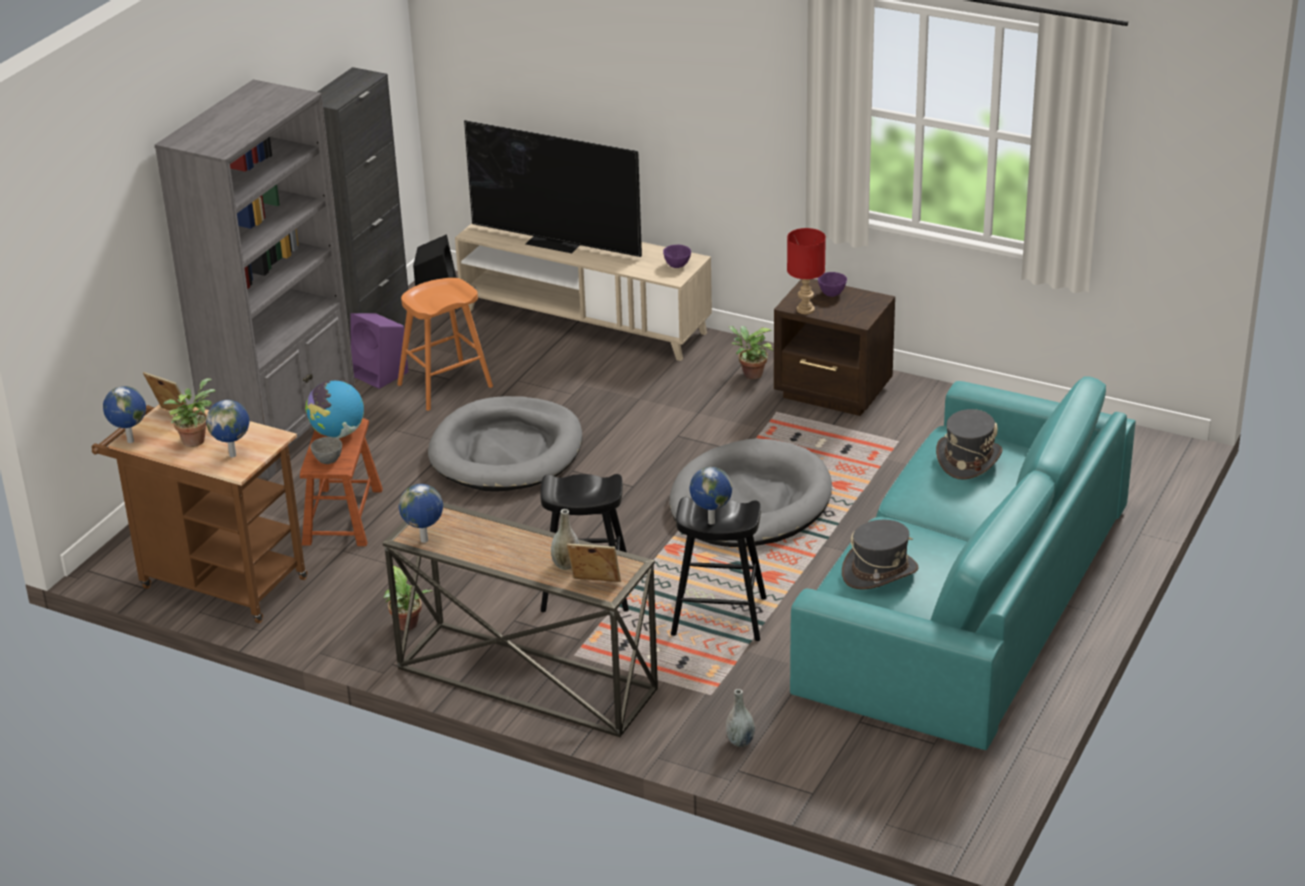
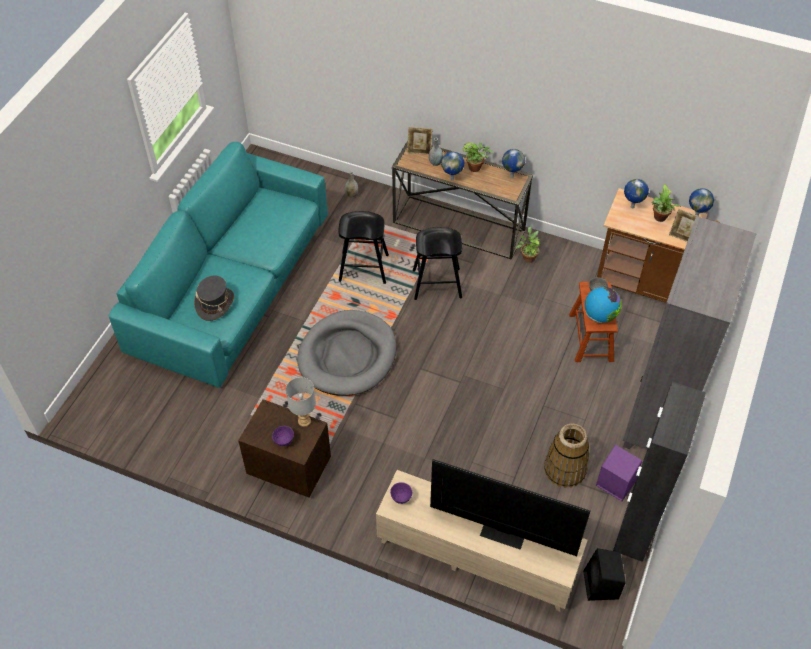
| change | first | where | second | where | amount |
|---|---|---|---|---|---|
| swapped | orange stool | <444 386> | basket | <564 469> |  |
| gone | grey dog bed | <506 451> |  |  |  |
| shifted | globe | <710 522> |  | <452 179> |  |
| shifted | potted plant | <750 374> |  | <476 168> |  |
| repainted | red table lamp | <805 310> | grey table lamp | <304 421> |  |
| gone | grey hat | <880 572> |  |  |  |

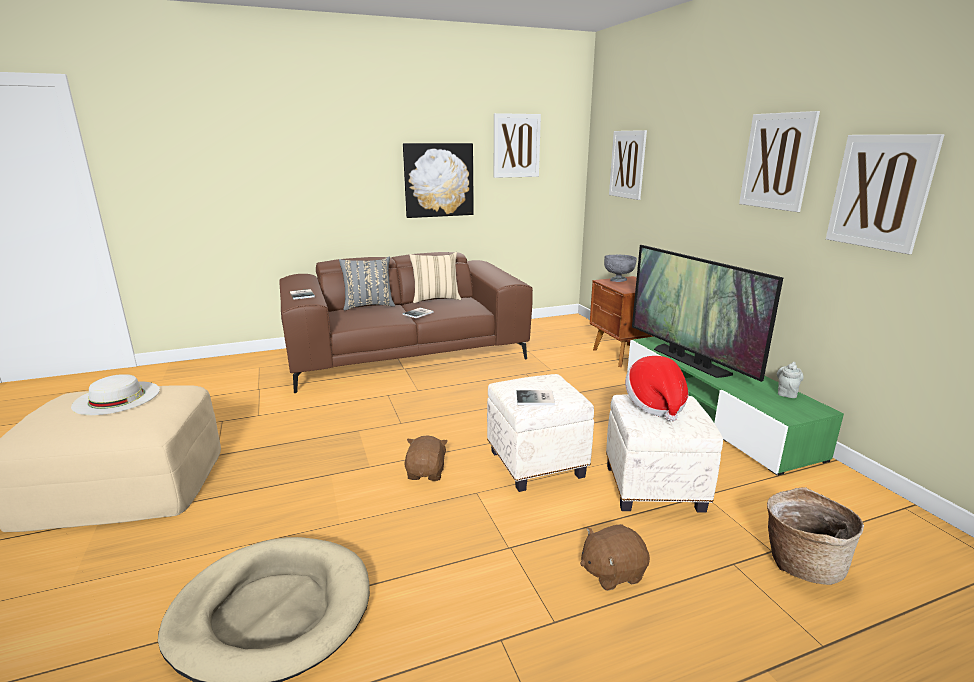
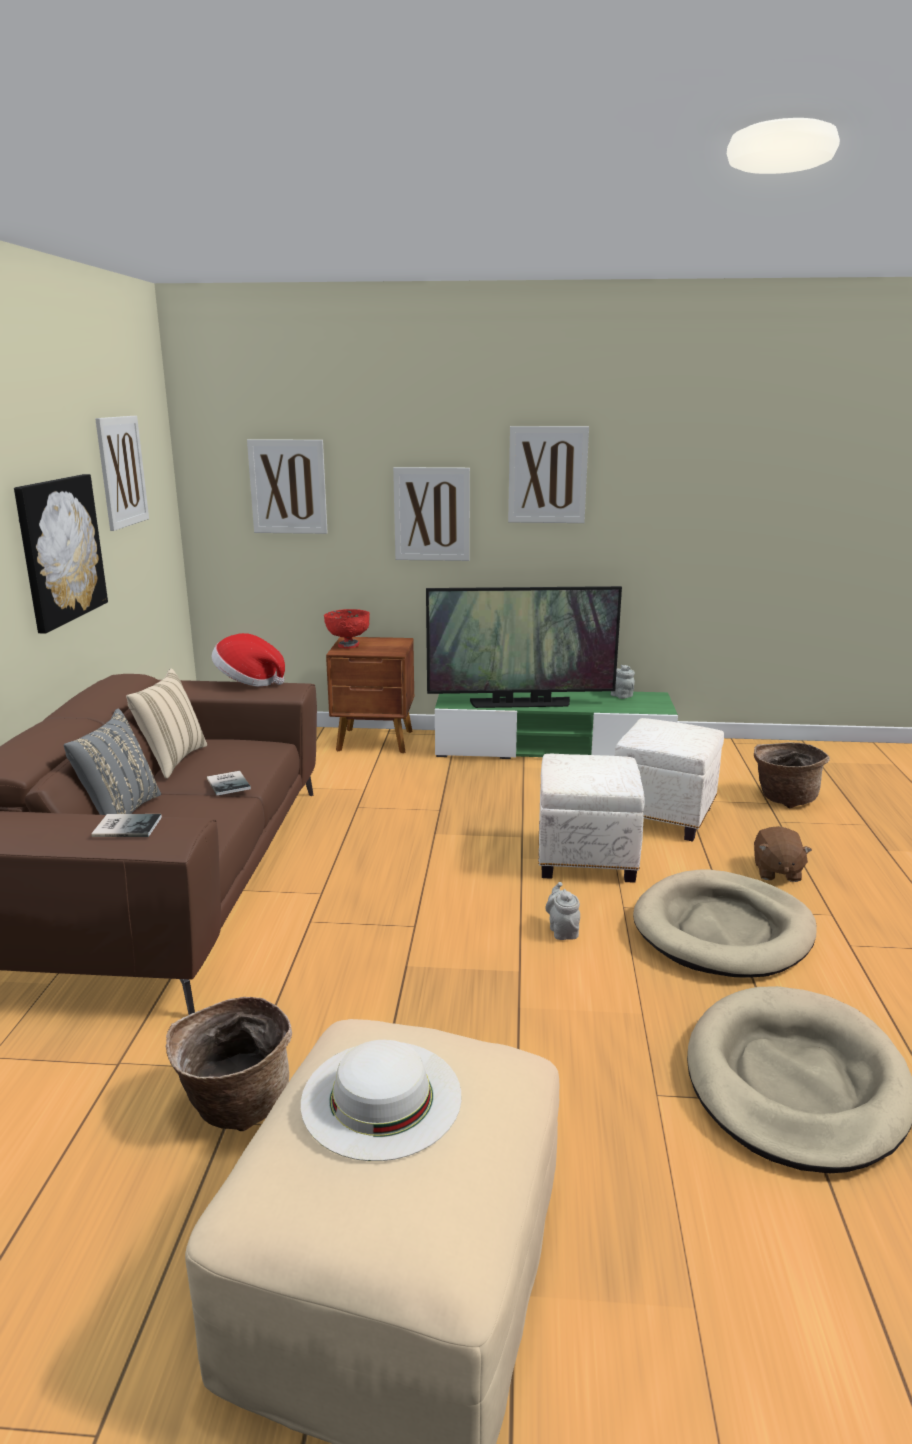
| change | first | where | second | where | amount |
|---|---|---|---|---|---|
| swapped | brown plush toy | <426 473> | grey teapot | <562 930> |  |
| gone | book | <536 399> |  |  |  |
| repainted | grey bowl | <618 280> | red bowl | <348 645> |  |
| shifted | hat | <655 405> |  | <248 682> |  |
| shifted | picture | <880 192> |  | <432 514> |  |
| new |  |  | basket | <235 1103> |  |
| new |  |  | beige dog bed | <723 930> |  |

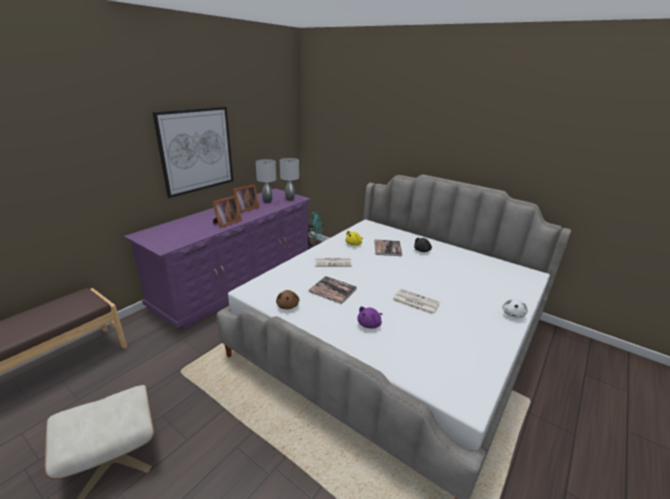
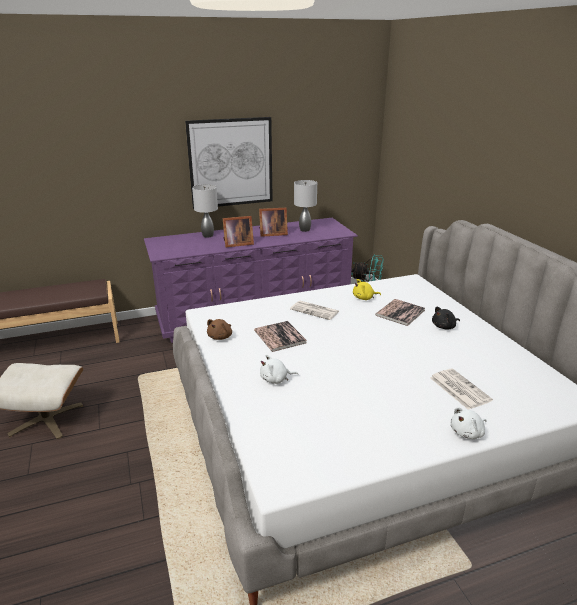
| change | first | where | second | where | amount |
|---|---|---|---|---|---|
| shifted | grey table lamp | <290 199> |  | <208 236> |  |
| repainted | purple plush toy | <370 324> | white plush toy | <276 379> |  |
| shifted | newspaper | <415 302> |  | <458 389> |  |

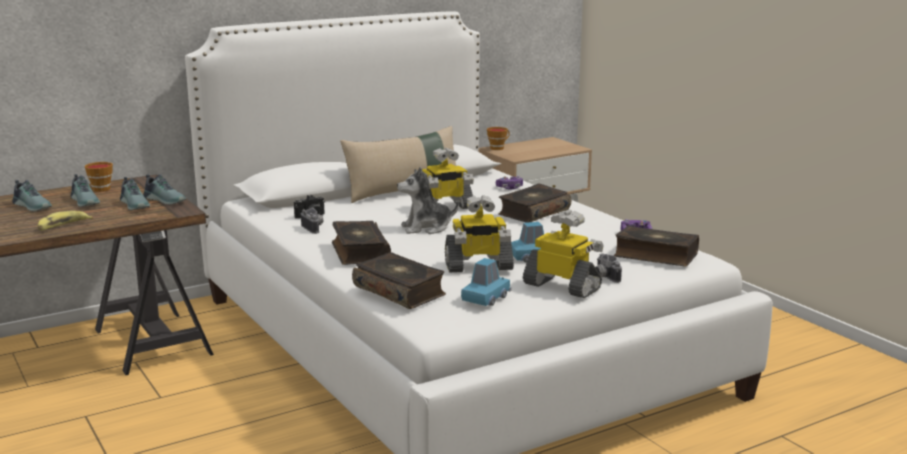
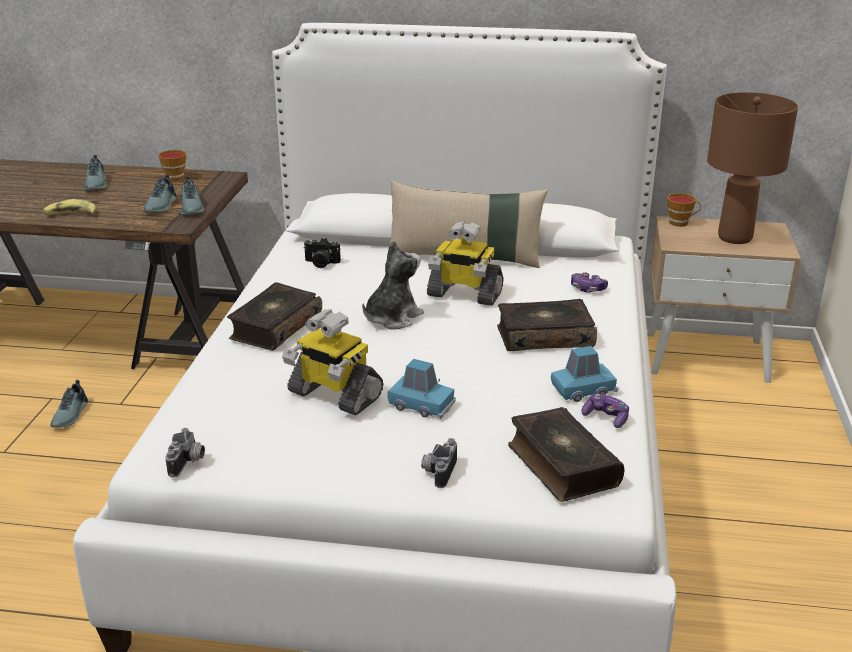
| change | first | where | second | where | amount |
|---|---|---|---|---|---|
| shifted | shoe | <86 201> |  | <72 415> |  |
| shifted | photo camera | <314 228> |  | <188 463> |  |
| gone | book | <400 291> |  |  |  |
| rotated | plush toy | <426 228> |  | <392 318> | 105 degrees clockwise |
| shifted | blue toy car | <486 298> |  | <583 390> |  |
| gone | toy robot | <563 286> |  |  |  |
| new |  |  | brown table lamp | <735 238> |  |

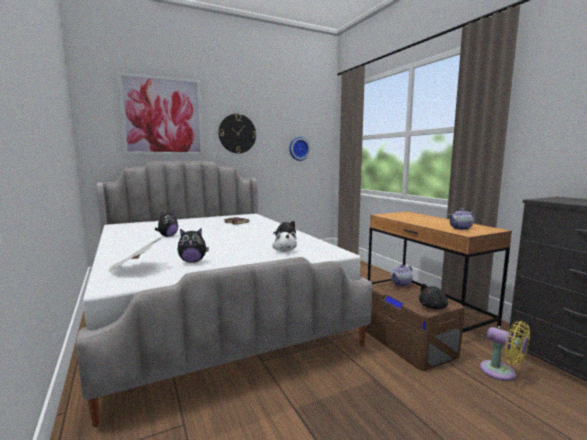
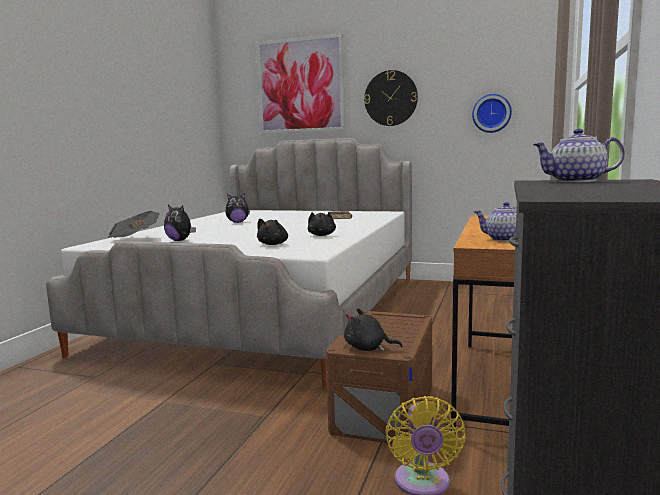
| change | first | where | second | where | amount |
|---|---|---|---|---|---|
| repainted | white plush toy | <284 251> | black plush toy | <274 244> |  |
| shifted | teapot | <401 284> |  | <576 181> |  |

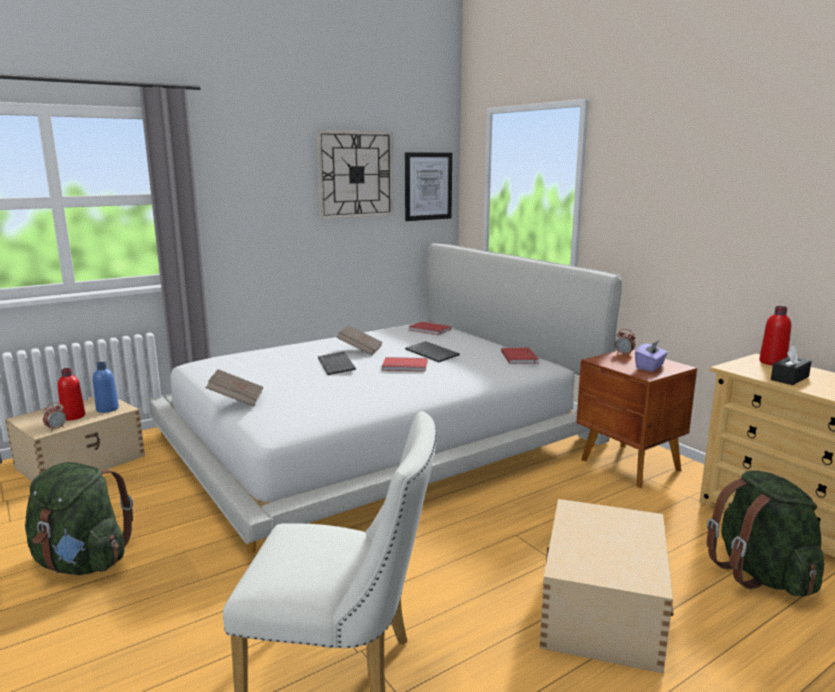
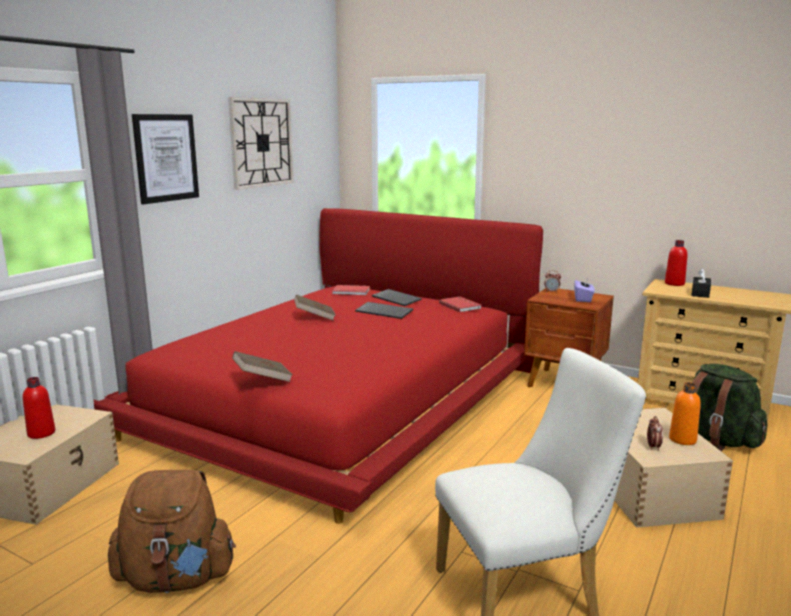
| change | first | where | second | where | amount |
|---|---|---|---|---|---|
| repainted | green backpack | <82 563> | brown backpack | <176 578> |  |
| shifted | alarm clock | <56 428> |  | <653 447> |  |
| gone | blue bottle | <107 409> |  |  |  |
| repainted | white bed | <378 436> | red bed | <343 398> |  |
| shifted | keyboard | <337 365> |  | <397 299> |  |
| gone | red book | <405 367> |  |  |  |
| shifted | picture | <428 186> |  | <166 158> |  |
| new |  |  | orange bottle | <682 439> |  |

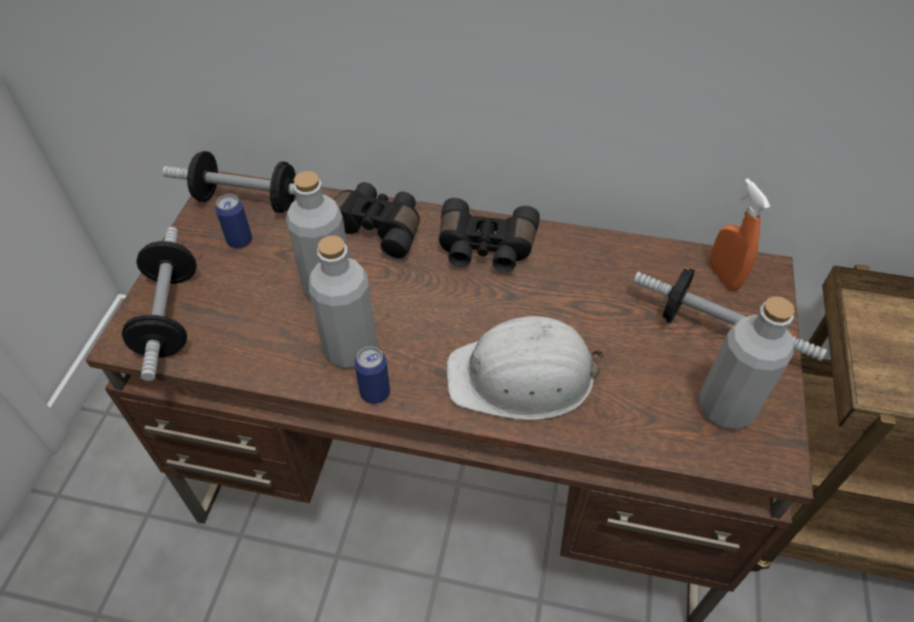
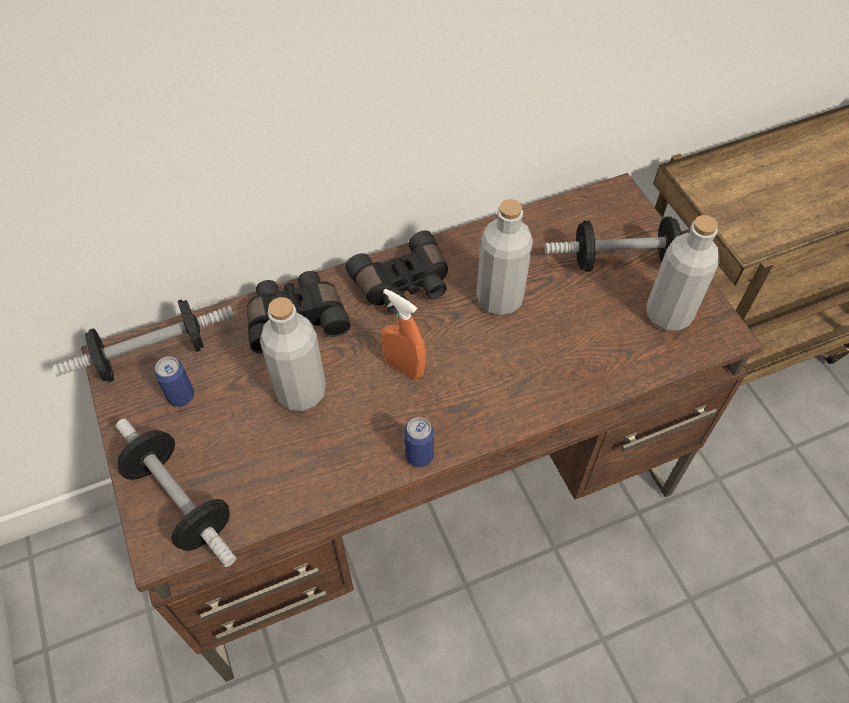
| change | first | where | second | where | amount |
|---|---|---|---|---|---|
| shifted | grey bottle | <350 349> |  | <499 299> |  |
| gone | white hard hat | <522 377> |  |  |  |
| shifted | orange spray bottle | <723 276> |  | <404 367> |  |

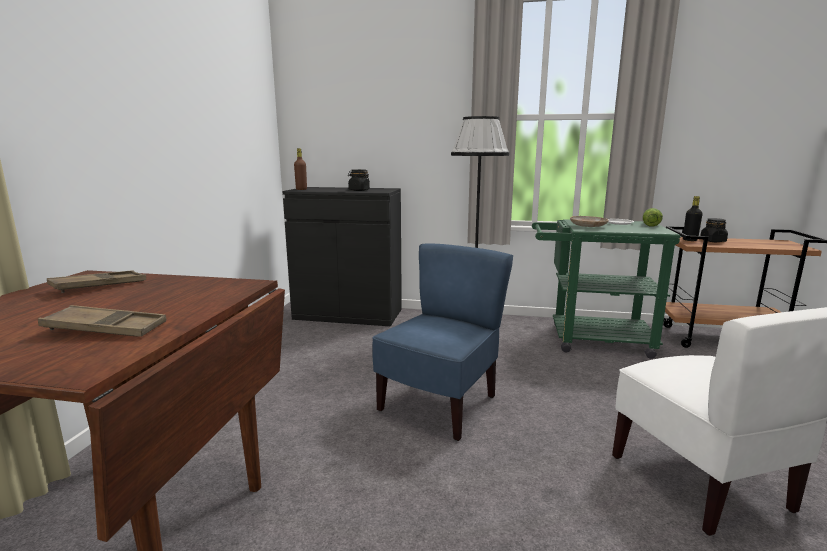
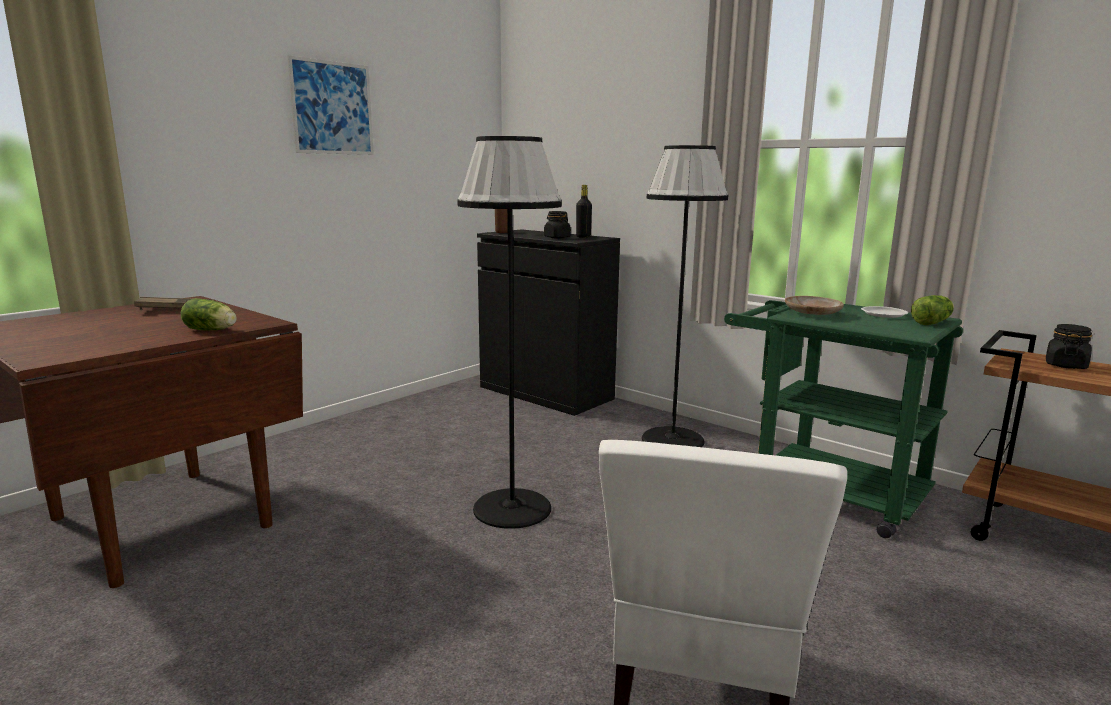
| change | first | where | second | where | amount |
|---|---|---|---|---|---|
| gone | brown tray | <106 329> |  |  |  |
| swapped | blue chair | <440 404> | black floor lamp | <512 508> |  |
| shifted | black bottle | <690 240> |  | <583 237> |  |
| new |  |  | lettuce | <212 330> |  |
| new |  |  | picture | <332 108> |  |

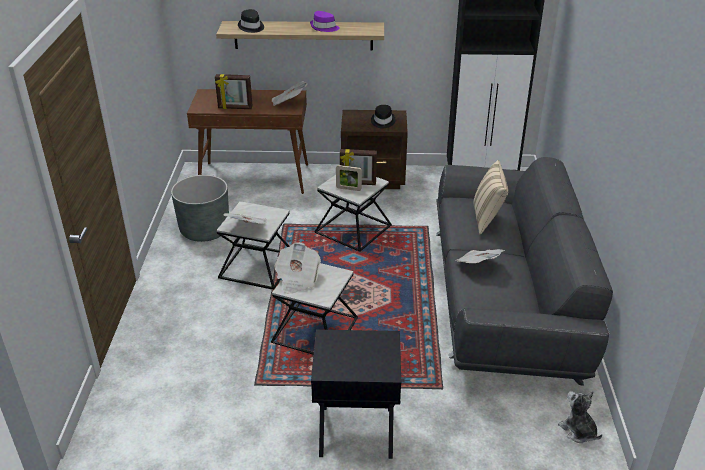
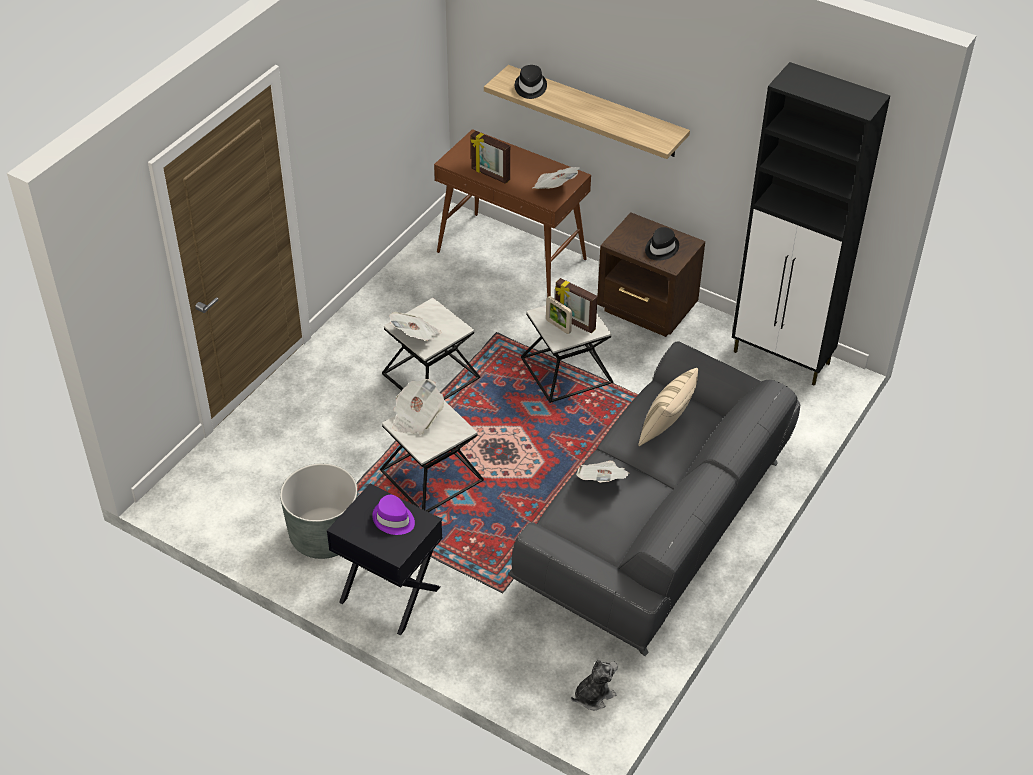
| change | first | where | second | where | amount |
|---|---|---|---|---|---|
| shifted | grey planter | <204 230> |  | <324 536> |  |
| shifted | purple hat | <324 28> |  | <393 520> |  |
| rotated | plush toy | <578 431> |  | <593 695> | 60 degrees clockwise |

